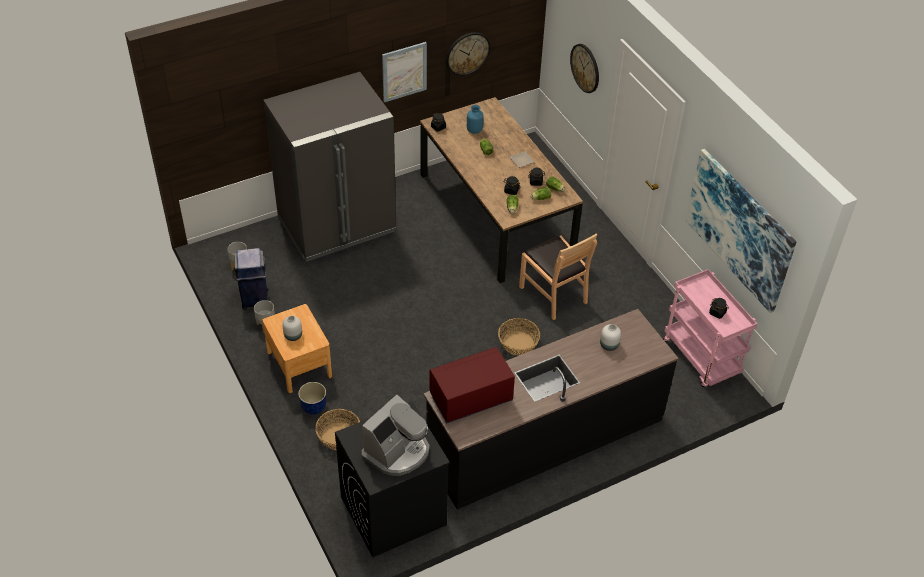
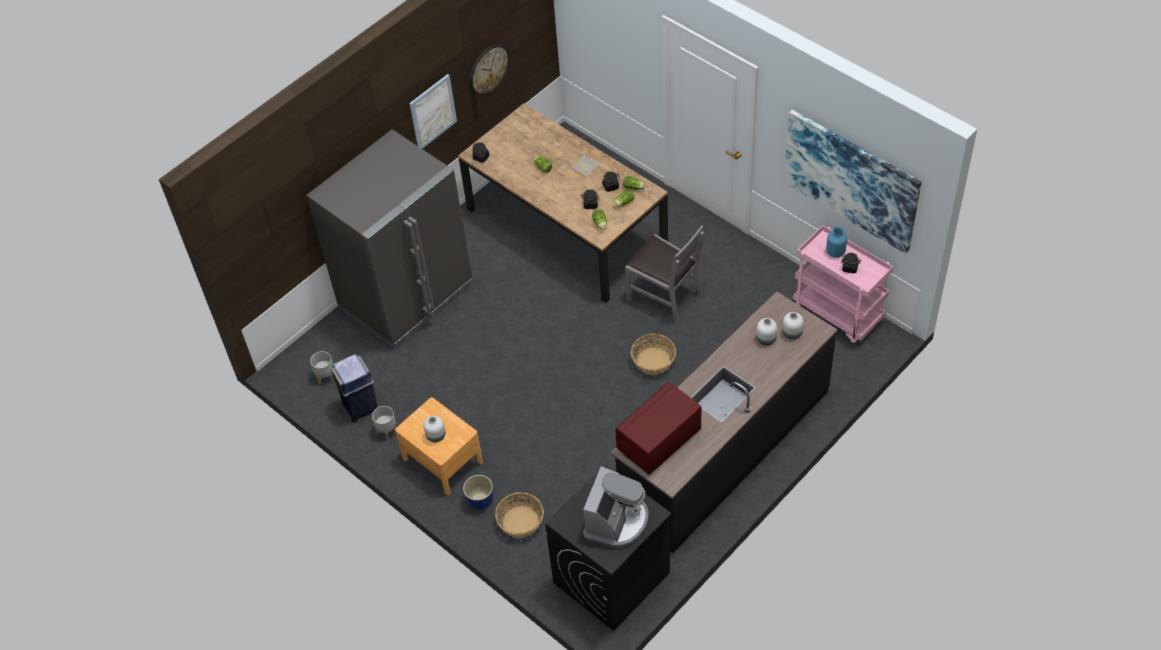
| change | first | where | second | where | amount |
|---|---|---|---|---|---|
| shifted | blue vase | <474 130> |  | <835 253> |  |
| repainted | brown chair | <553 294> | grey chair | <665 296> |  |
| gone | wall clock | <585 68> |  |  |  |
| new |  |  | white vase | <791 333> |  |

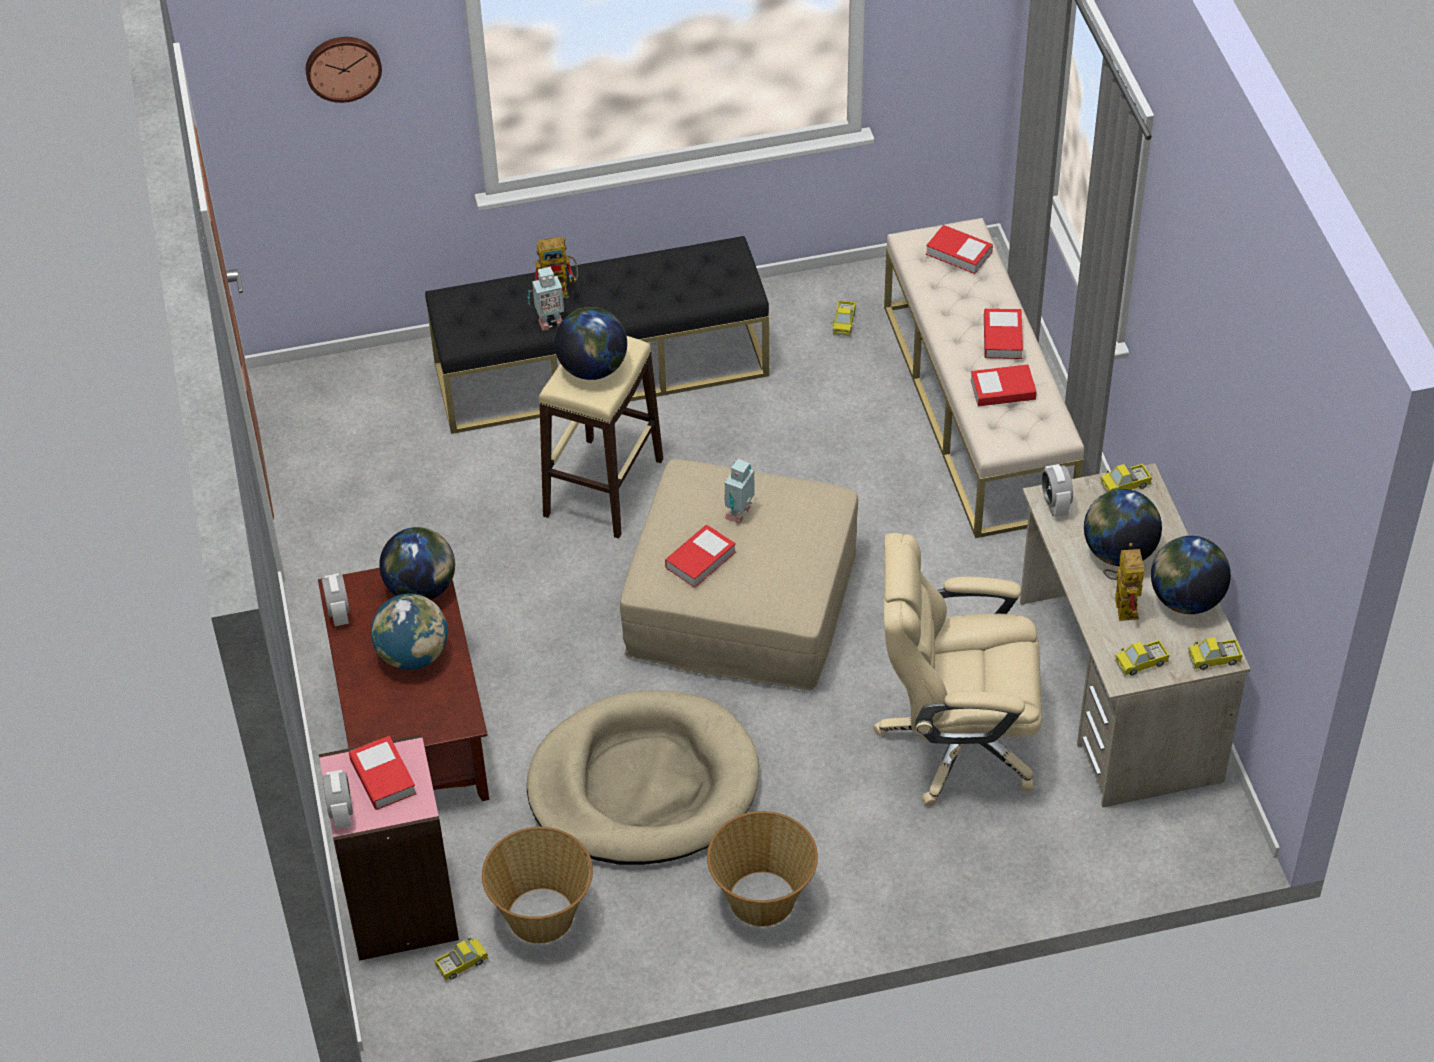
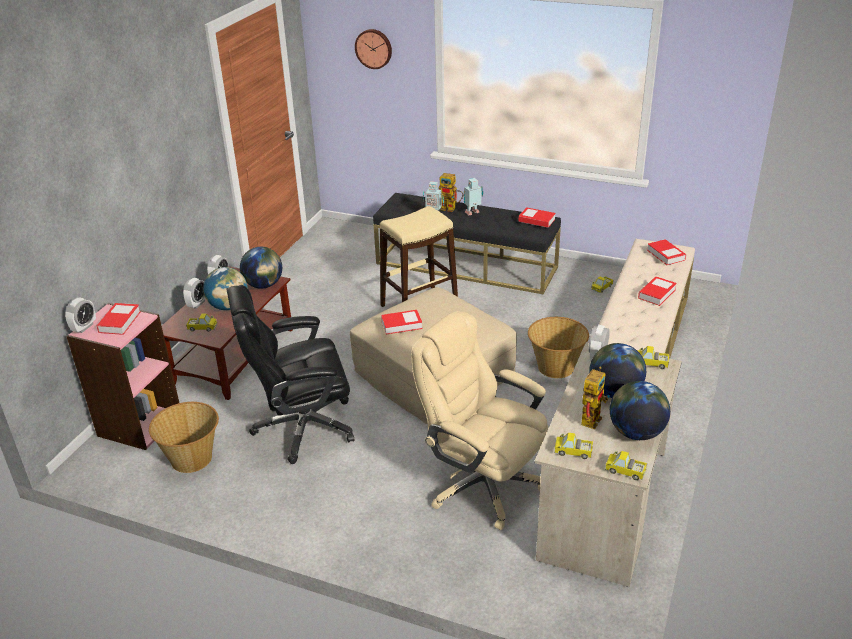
| change | first | where | second | where | amount |
|---|---|---|---|---|---|
| shifted | toy truck | <462 964> |  | <202 328> |  |
| swapped | beige dog bed | <643 785> | black office chair | <302 427> |  |
| gone | globe | <593 368> |  |  |  |
| shifted | basket | <762 900> |  | <556 368> |  |
| shifted | toy robot | <740 513> |  | <473 213> |  |
| shifted | book | <1002 390> |  | <536 220> |  |
| new |  |  | alarm clock | <197 304> |  |

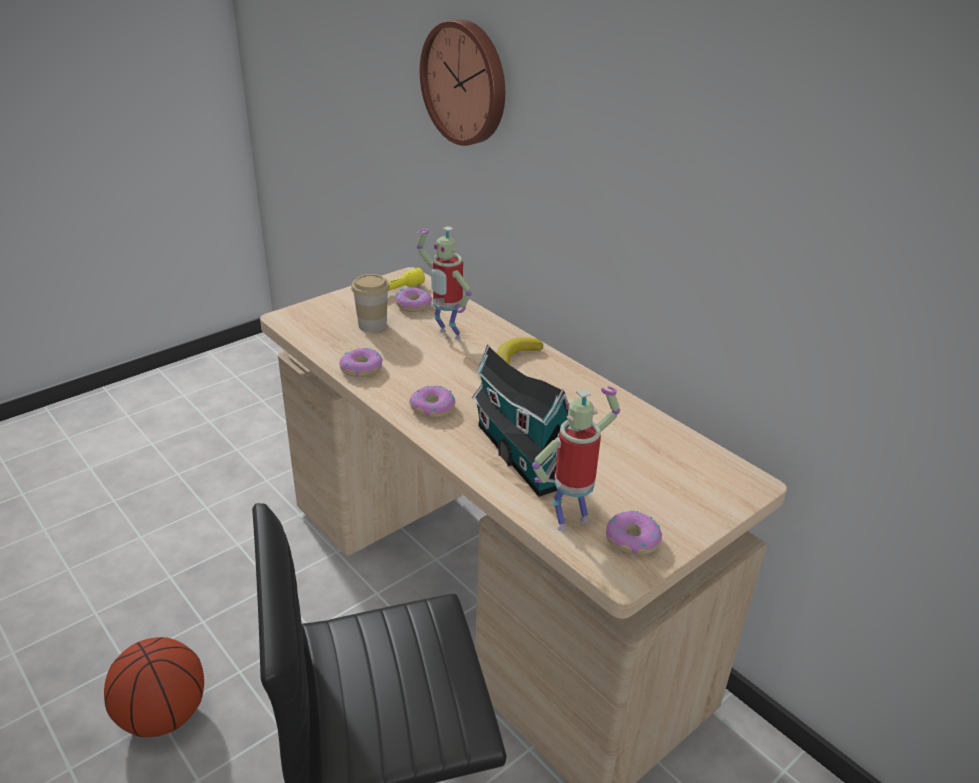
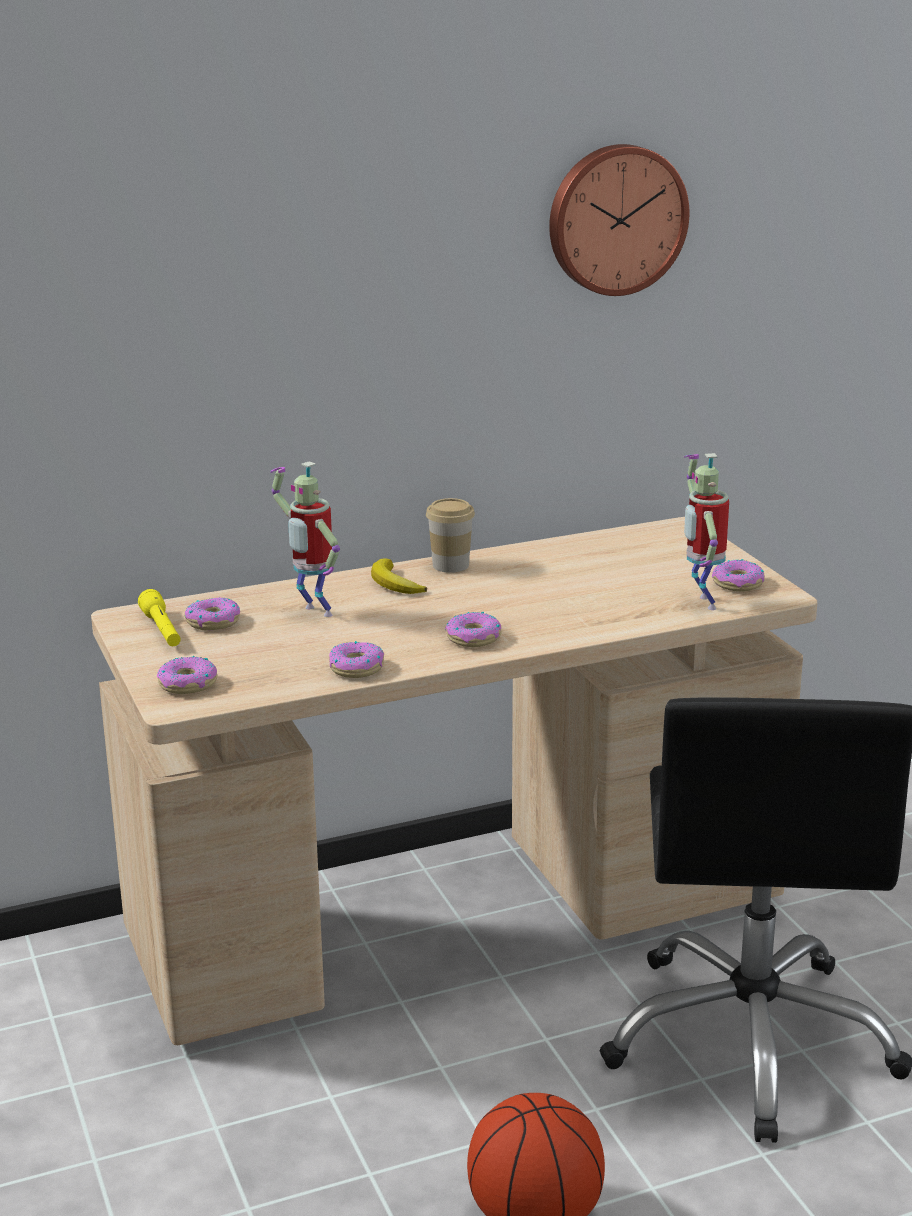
| change | first | where | second | where | amount |
|---|---|---|---|---|---|
| shifted | cup | <372 325> |  | <450 565> |  |
| rotated | toy robot | <446 335> |  | <313 612> | 75 degrees clockwise |
| shifted | wall clock | <466 82> |  | <615 219> |  |
| gone | toy house | <519 452> |  |  |  |
| new |  |  | donut | <187 684> |  |

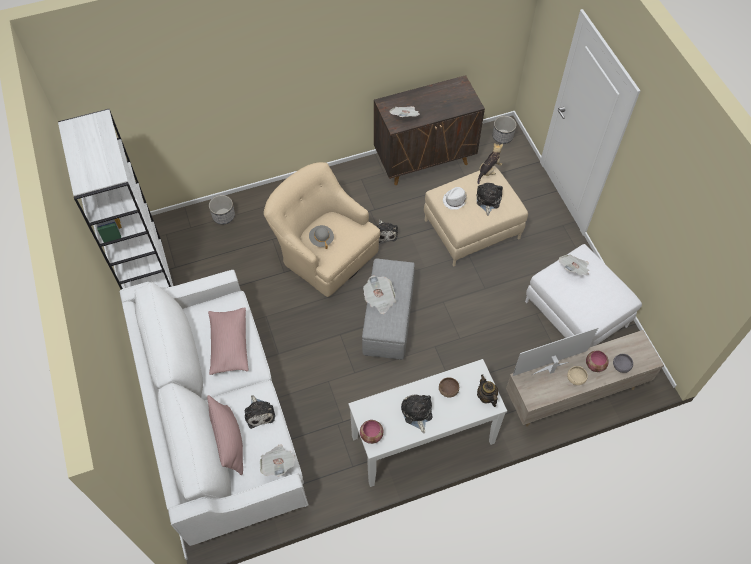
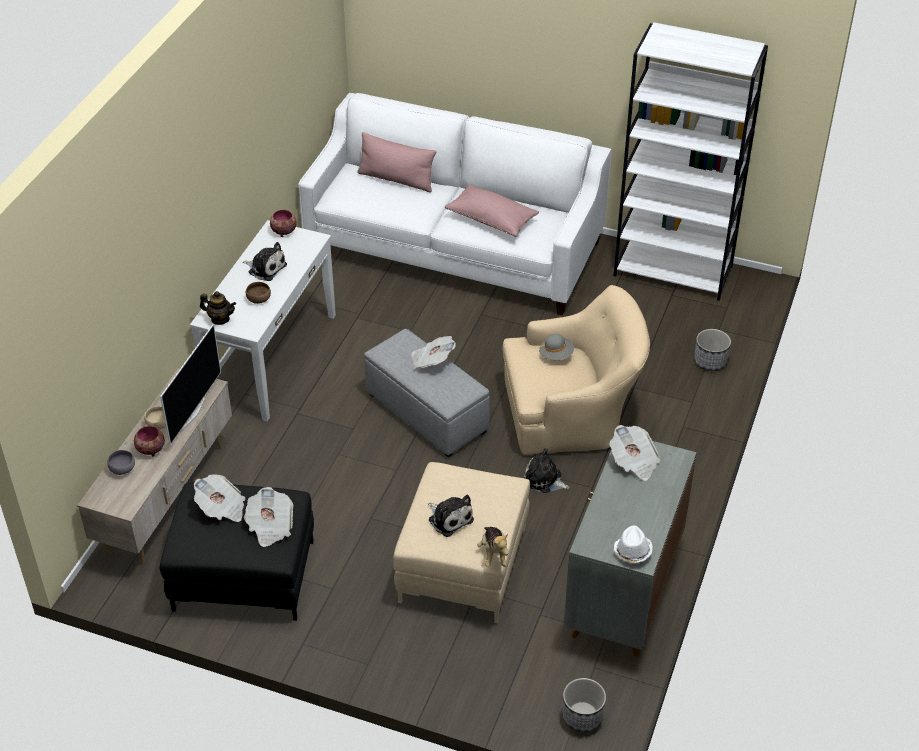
| change | first | where | second | where | amount |
|---|---|---|---|---|---|
| gone | plush toy | <259 413> |  |  |  |
| shifted | newspaper | <278 463> |  | <221 508> |  |
| repainted | brown cabinet | <425 160> | grey cabinet | <623 595> |  |
| shifted | white hat | <455 200> |  | <632 551> |  |
| repainted | white ottoman | <575 314> | black ottoman | <245 575> |  |

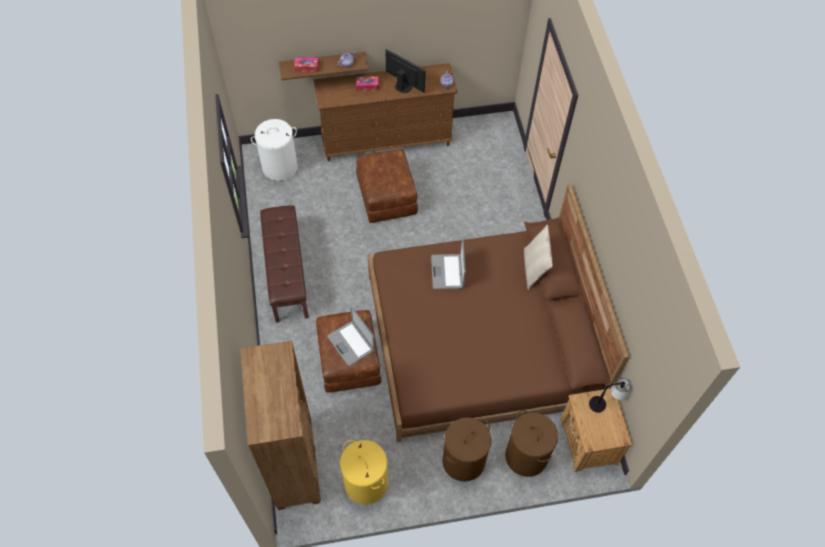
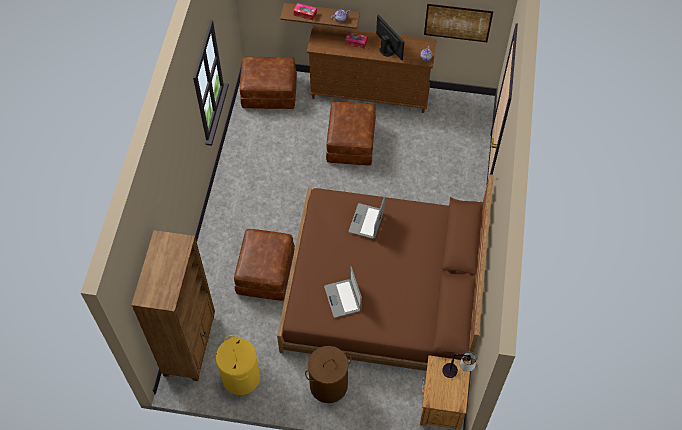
| change | first | where | second | where | amount |
|---|---|---|---|---|---|
| swapped | white laundry basket | <280 167> | brown ottoman | <269 92> |  |
| gone | brown bench | <286 273> |  |  |  |
| shifted | laptop | <351 343> |  | <343 298> |  |
| gone | brown laundry basket | <526 456> |  |  |  |
| gone | beige pillow | <534 269> |  |  |  |
| new |  |  | picture | <457 23> |  |

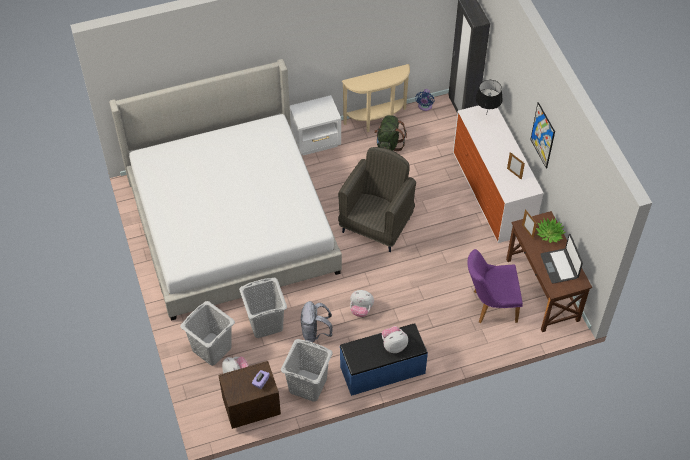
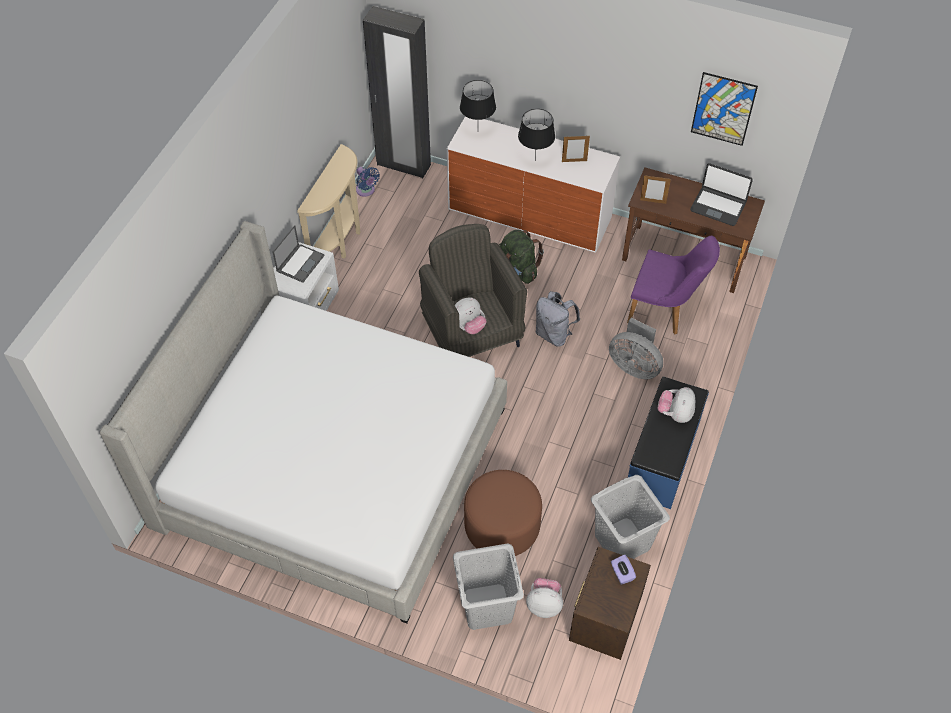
| change | first | where | second | where | amount |
|---|---|---|---|---|---|
| swapped | grey laundry basket | <265 323> | brown ottoman | <502 526> |  |
| shifted | grey backpack | <315 332> |  | <554 334> |  |
| shifted | plush toy | <361 309> |  | <468 326> |  |
| shifted | green backpack | <388 144> |  | <518 270> |  |
| rotated | purple chair | <490 305> |  | <665 311> | 105 degrees counterclockwise |
| shifted | picture | <542 135> |  | <723 109> |  |
| gone | potted plant | <549 234> |  |  |  |
| new |  |  | laptop | <300 263> |  |
| new |  |  | black table lamp | <535 160> |  |
| new |  |  | grey fan | <634 366> |  |

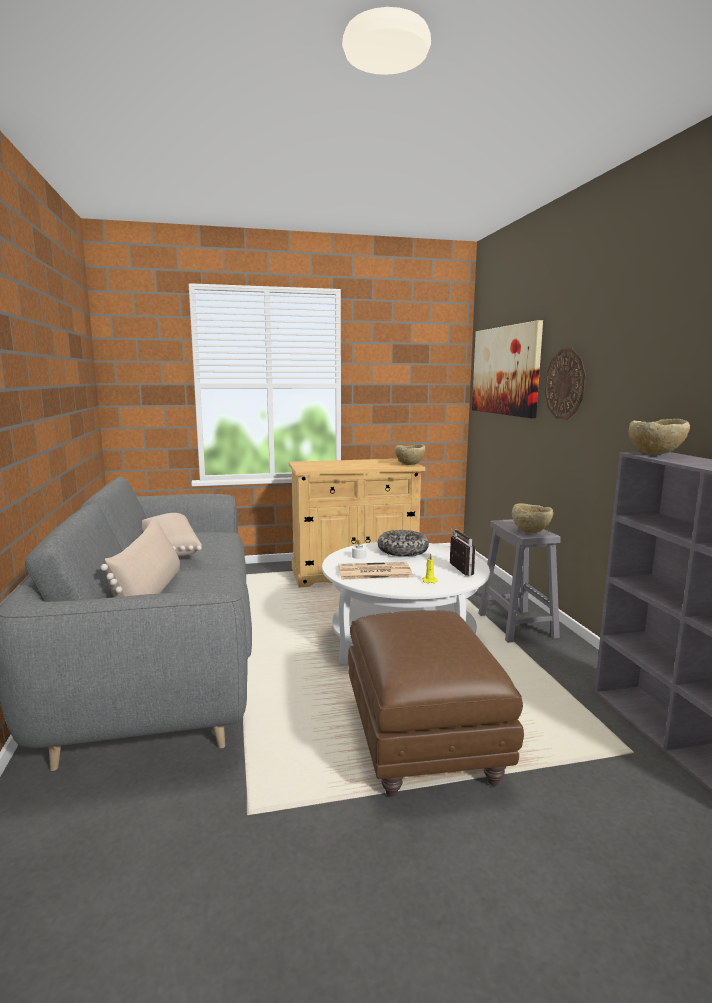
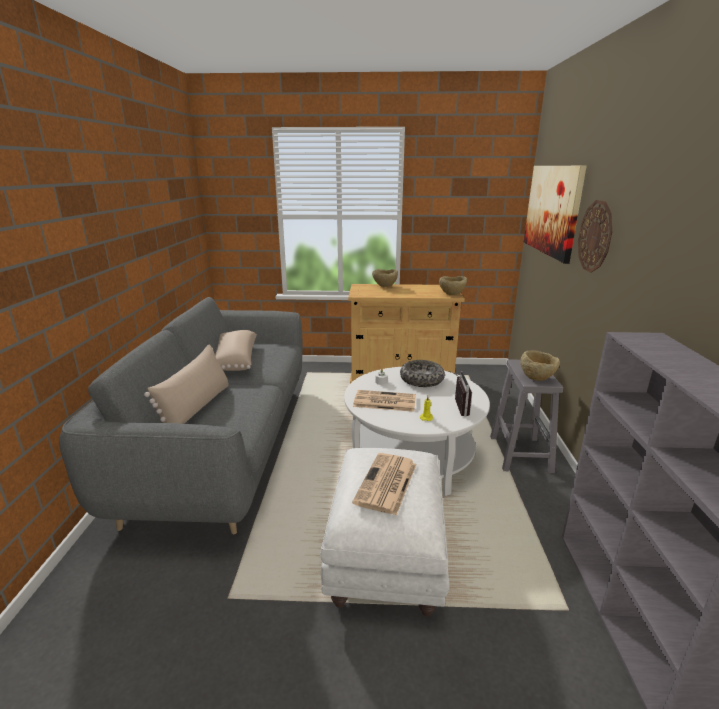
| change | first | where | second | where | amount |
|---|---|---|---|---|---|
| repainted | brown ottoman | <424 741> | white ottoman | <387 558> |  |
| shifted | beige bowl | <655 455> |  | <384 287> |  |
| new |  |  | newspaper | <386 484> |  |

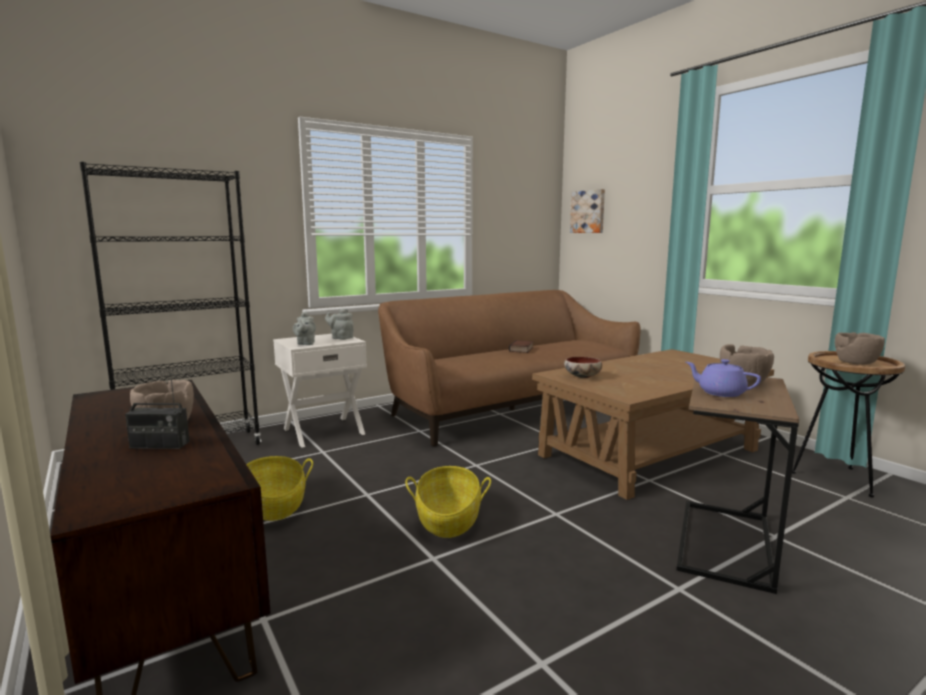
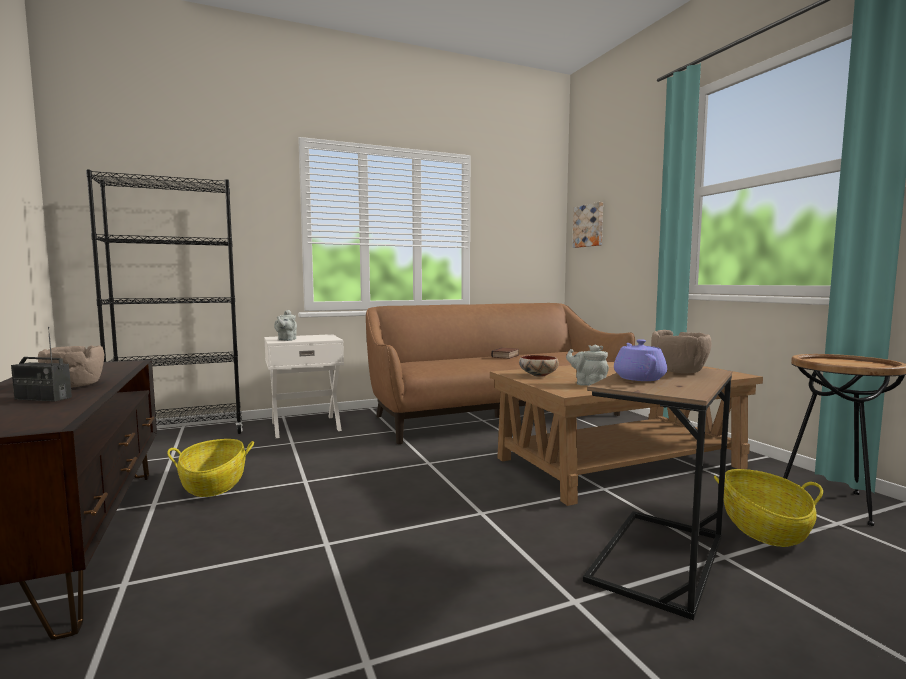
| change | first | where | second | where | amount |
|---|---|---|---|---|---|
| shifted | grey teapot | <341 338> |  | <588 384> |  |
| shifted | basket | <448 520> |  | <763 527> |  |
| rotated | purple teapot | <720 393> |  | <639 378> | 45 degrees clockwise |
| gone | brown bowl | <856 362> |  |  |  |

